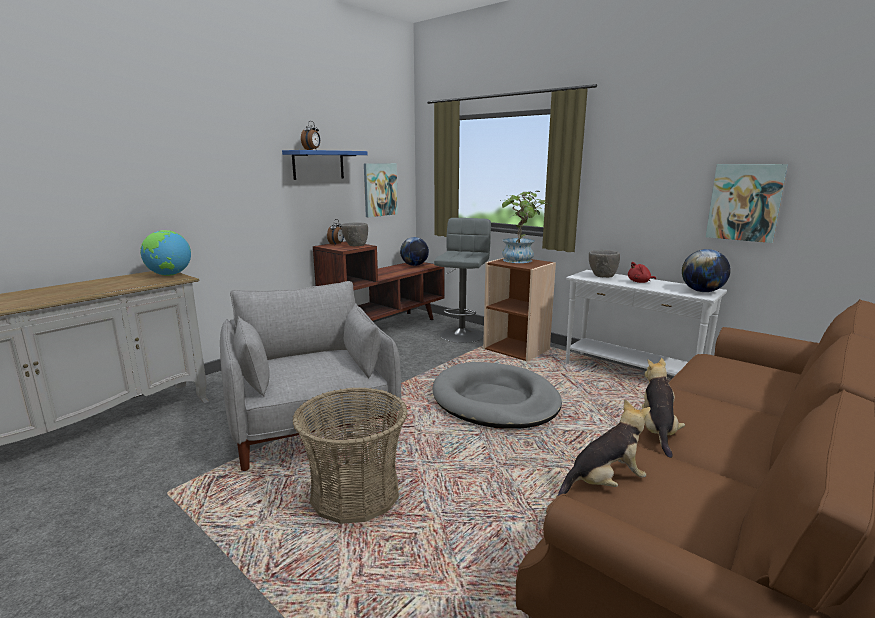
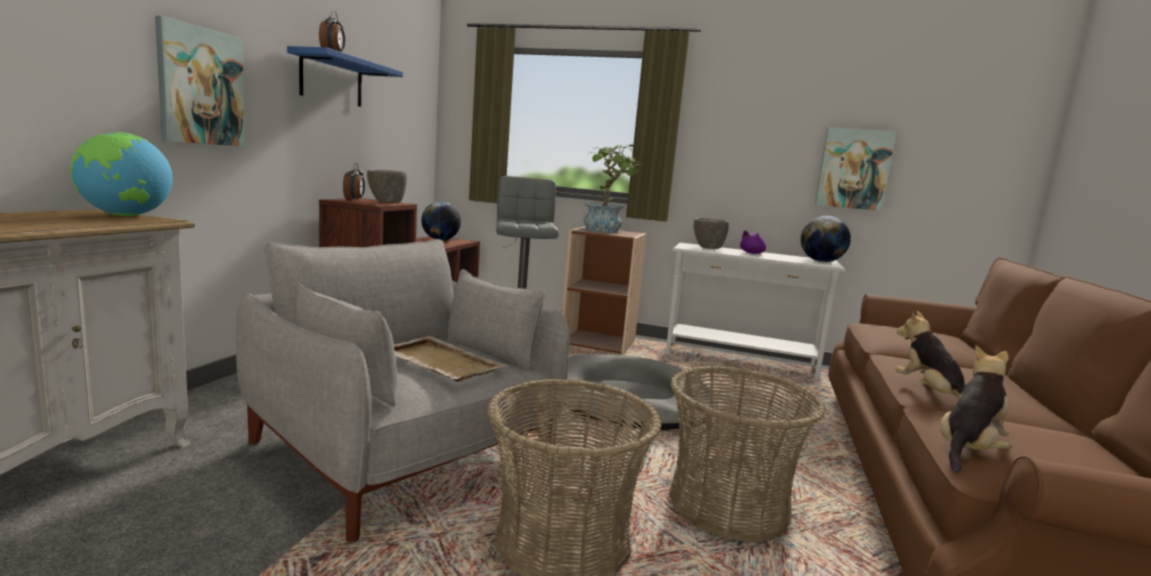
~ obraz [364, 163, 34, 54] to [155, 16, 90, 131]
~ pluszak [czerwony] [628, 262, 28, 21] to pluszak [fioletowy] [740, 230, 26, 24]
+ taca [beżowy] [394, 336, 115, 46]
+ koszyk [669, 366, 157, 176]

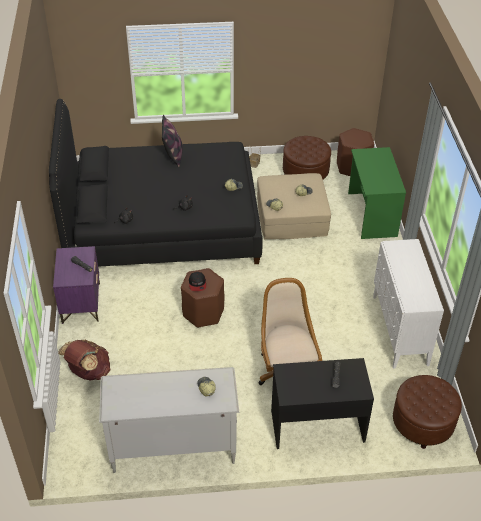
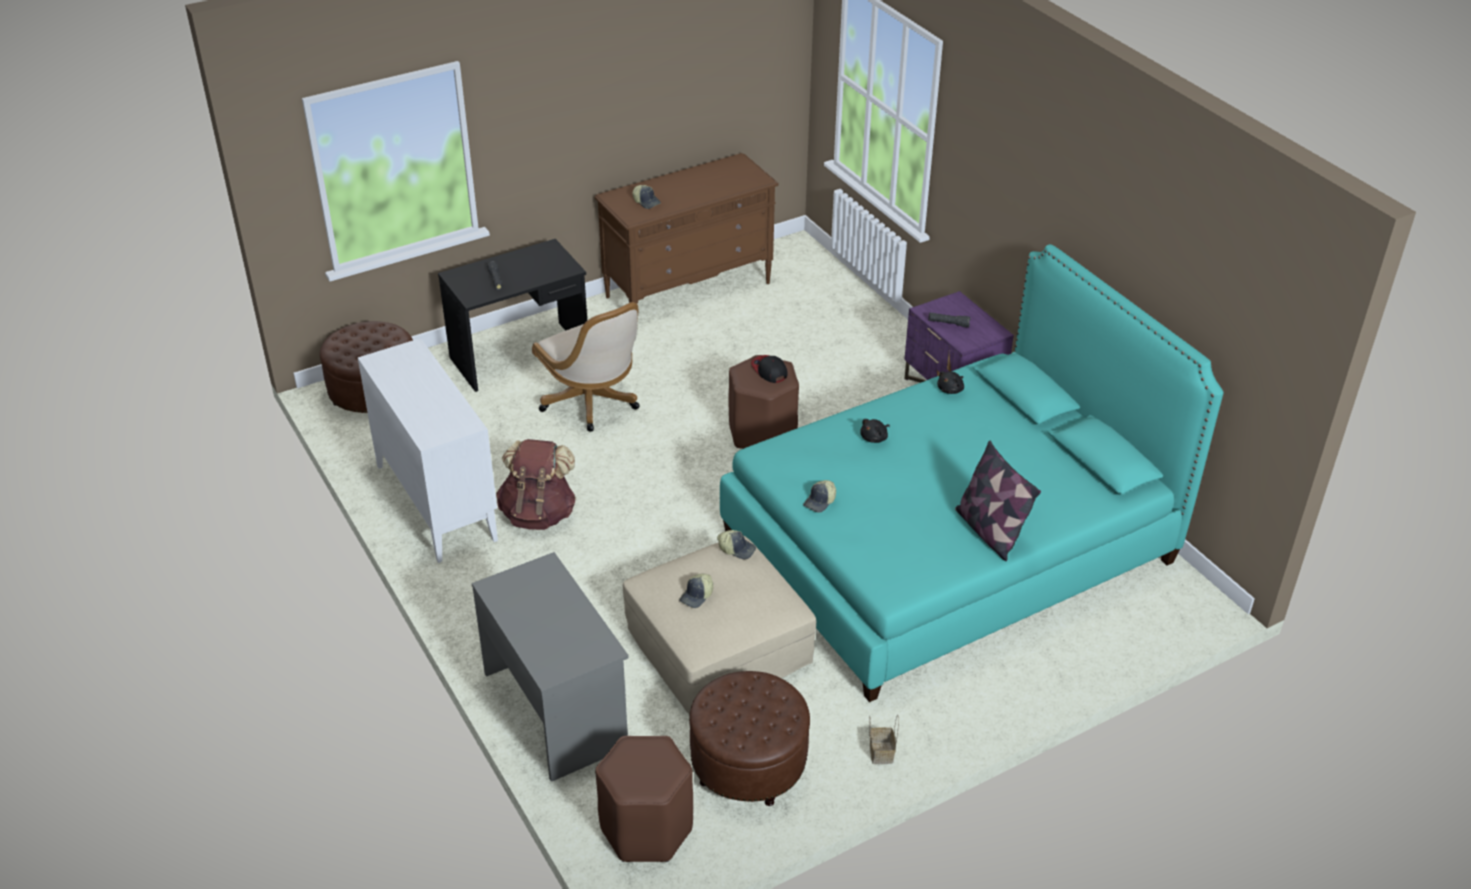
~ łóżko [czarny] [49, 99, 214, 168] to łóżko [turkusowy] [720, 244, 503, 458]
~ plecak [brązowy] [58, 340, 52, 40] to [496, 439, 80, 91]
~ komoda [biały] [99, 367, 140, 106] to komoda [brązowy] [594, 153, 185, 151]
~ biurko [zielony] [348, 147, 58, 92] to biurko [szary] [472, 552, 157, 230]

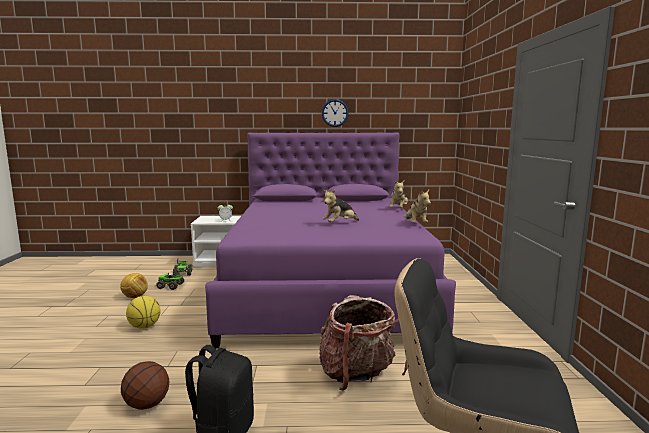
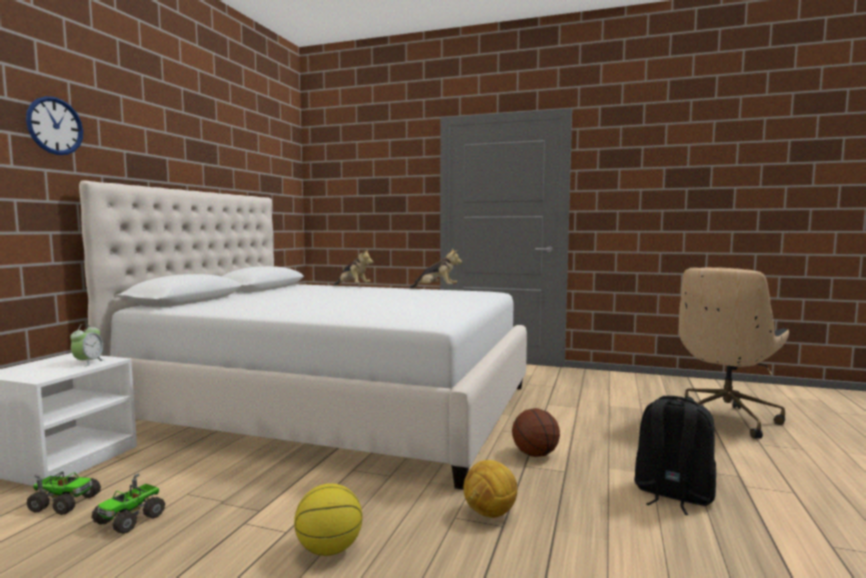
~ piłka futbolowa [120, 273, 28, 25] to [464, 460, 53, 58]
~ piłka do koszykówki [121, 361, 49, 49] to [512, 408, 48, 49]
~ łóżko [fioletowy] [205, 133, 251, 215] to łóżko [biały] [79, 180, 448, 310]
- plecak [319, 295, 89, 96]
~ zegar ścienny [322, 99, 27, 28] to [26, 96, 57, 59]
- pluszak [322, 189, 37, 33]

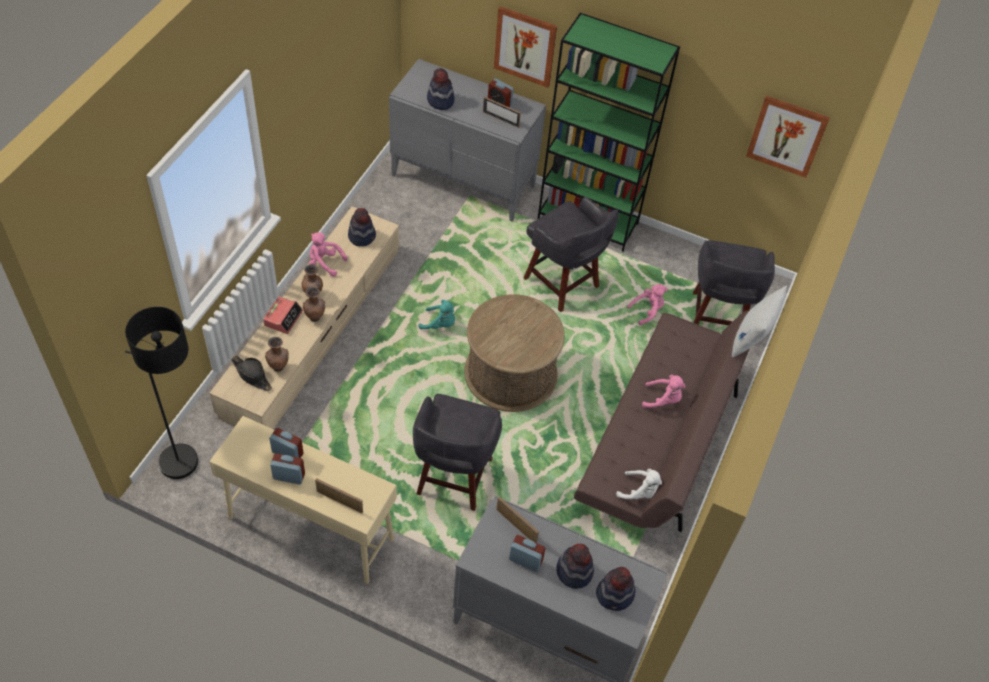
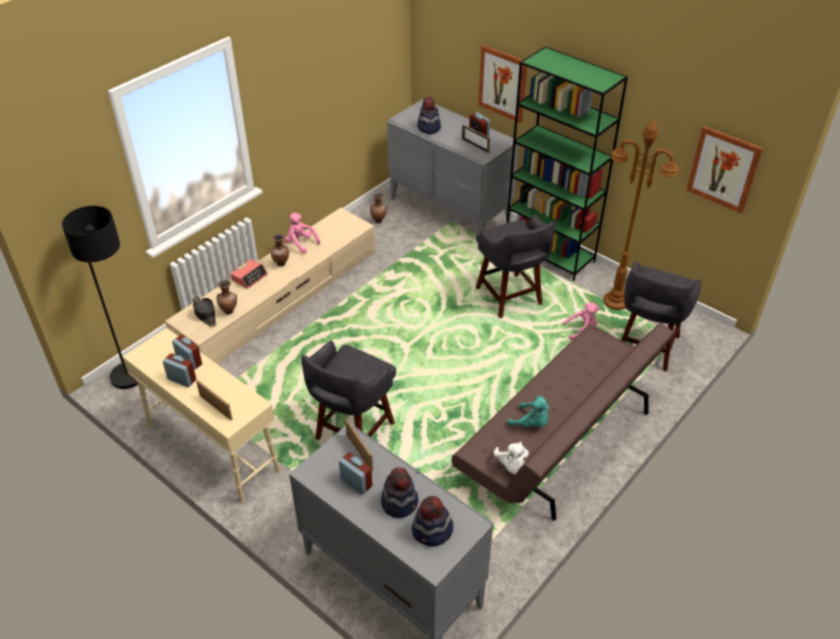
~ wazon [brązowy] [303, 287, 22, 35] to [370, 193, 17, 30]
- kapelusz [348, 208, 28, 38]
~ pluszak [turkusowy] [418, 300, 37, 29] to [507, 395, 42, 32]
- ława [brązowy] [464, 294, 101, 118]
~ pluszak [biały] [616, 469, 46, 30] = [493, 442, 36, 32] 45 degrees clockwise
- pluszak [różowy] [642, 375, 43, 33]
- poduszka [szary] [732, 286, 55, 71]
+ lampa stojąca [brązowy] [603, 119, 75, 191]

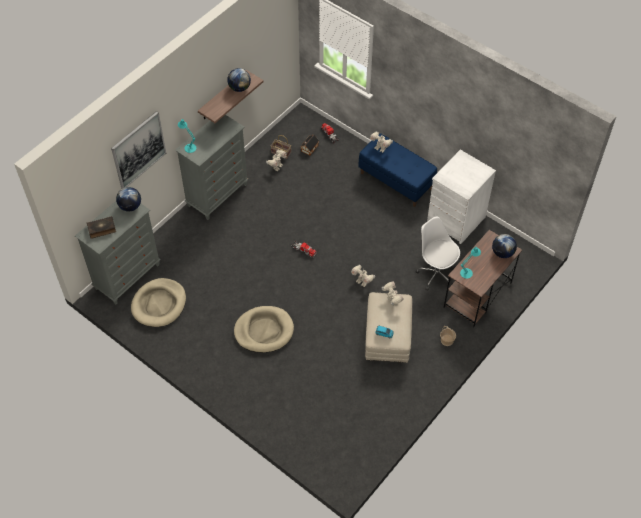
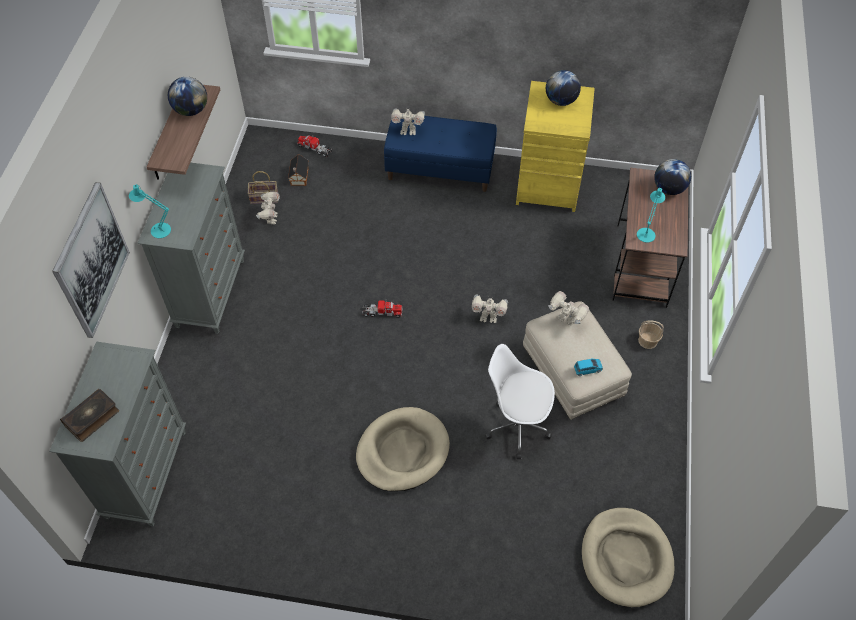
~ globus [116, 187, 25, 25] to [546, 70, 35, 36]
~ legowisko [beżowy] [131, 278, 55, 49] to [582, 508, 92, 100]
~ krzesło biurowe [biały] [416, 216, 44, 75] to [485, 344, 70, 115]
~ komoda [biały] [427, 150, 69, 94] to komoda [żółty] [516, 81, 79, 131]

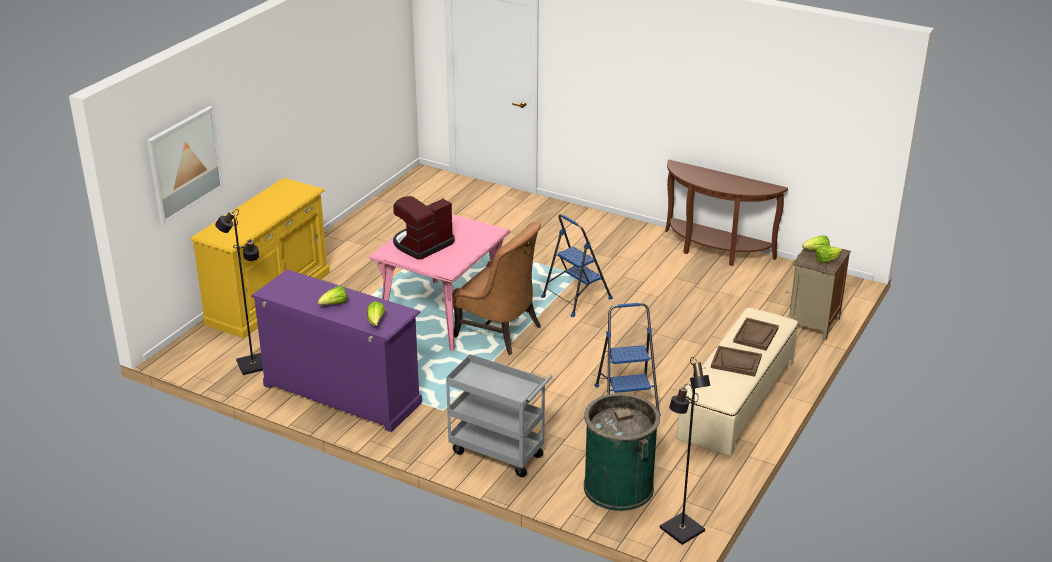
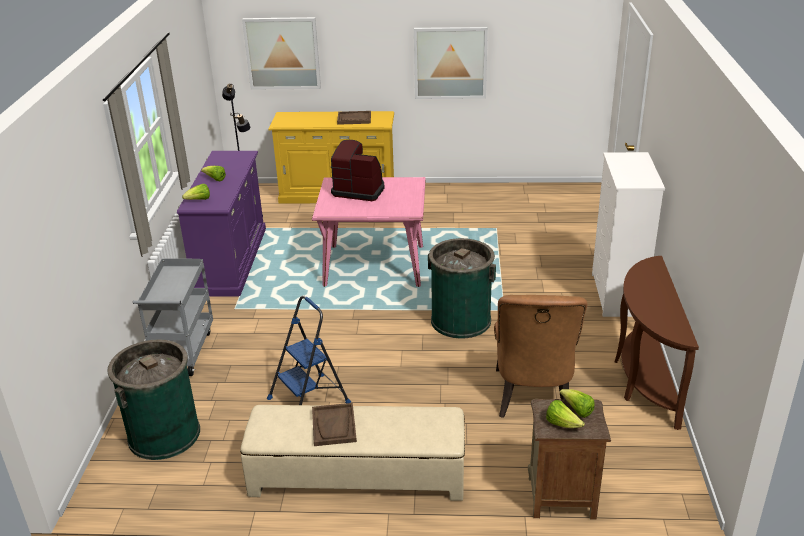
~ krzesło [brązowy] [453, 222, 88, 133] to [494, 295, 94, 123]
~ drabinka [niebieski] [541, 214, 72, 103] to kosz na śmieci [zielony] [428, 238, 68, 100]
- lampa stojąca [czarny] [660, 357, 50, 188]
~ taca [brązowy] [733, 317, 46, 34] to [337, 111, 34, 14]
+ obraz [414, 27, 74, 72]
+ komoda [biały] [592, 152, 73, 165]

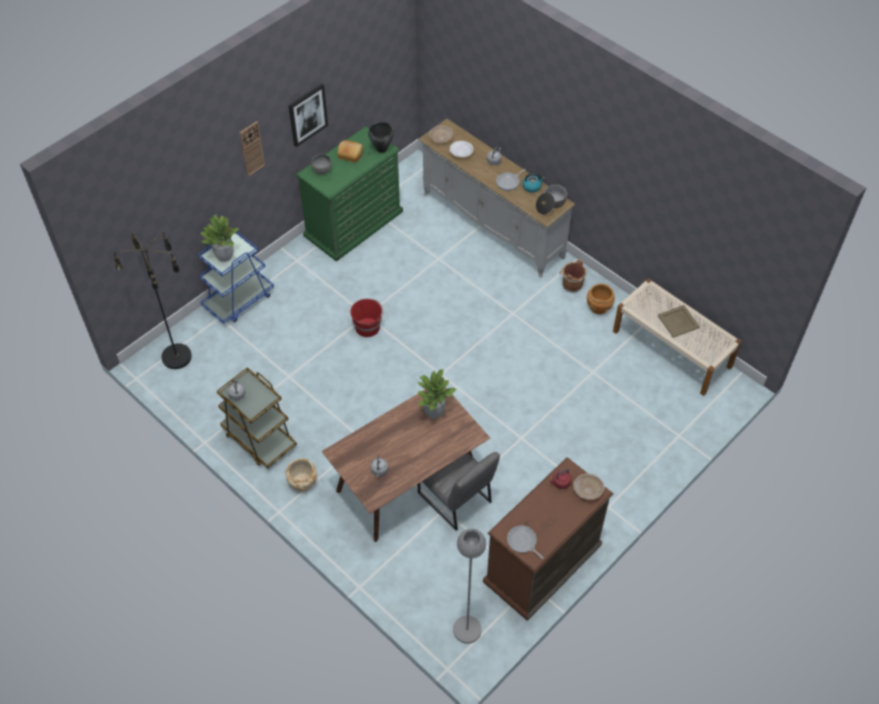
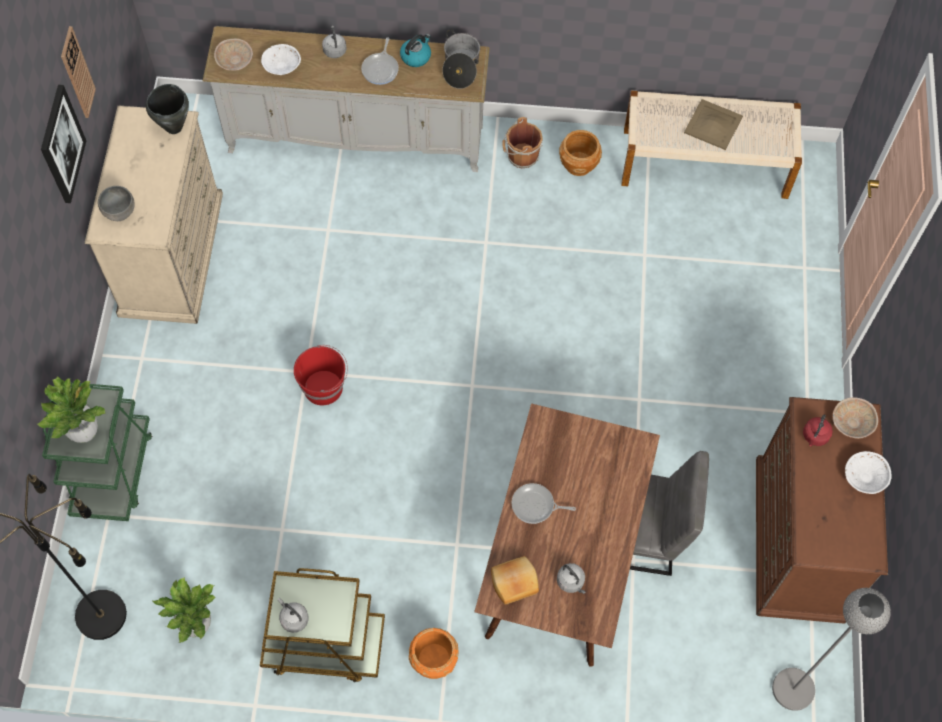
~ wózek [niebieski] [198, 231, 76, 93] to wózek [zielony] [42, 382, 111, 139]
~ zegar ścienny [239, 121, 26, 55] to [61, 26, 35, 92]
~ donica [beżowy] [286, 458, 31, 34] to donica [pomarańczowy] [409, 628, 50, 51]
~ komoda [zielony] [296, 126, 107, 135] to komoda [beżowy] [85, 105, 138, 219]
~ chleb [337, 140, 26, 23] to [491, 556, 48, 49]
~ roślina doniczkowa [417, 369, 40, 50] to [152, 577, 64, 66]
~ patelnia [507, 525, 37, 34] to [512, 483, 64, 41]
+ miska [biały] [845, 451, 47, 43]

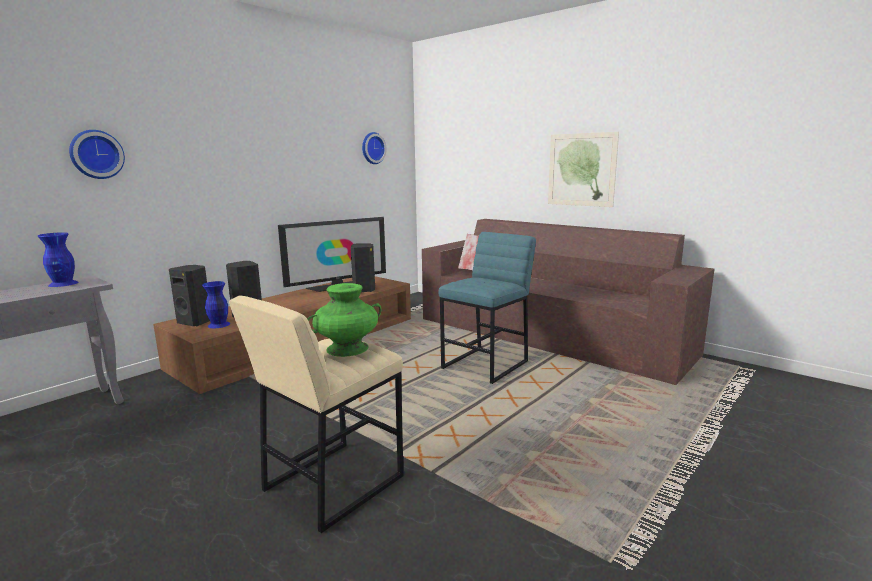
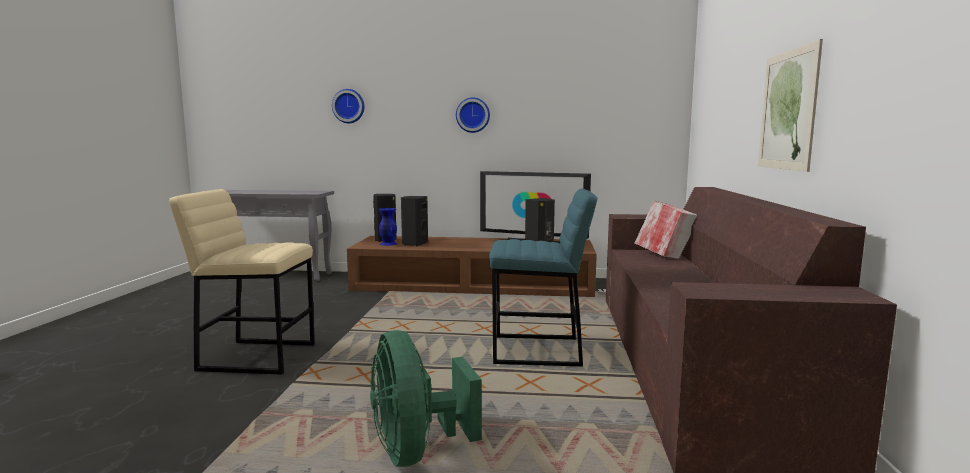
- wazon [niebieski] [38, 232, 40, 55]
- wazon [zielony] [308, 283, 74, 74]
~ zegar ścienny [362, 132, 25, 32] to [456, 97, 34, 36]
+ wentylator [zielony] [370, 330, 112, 137]

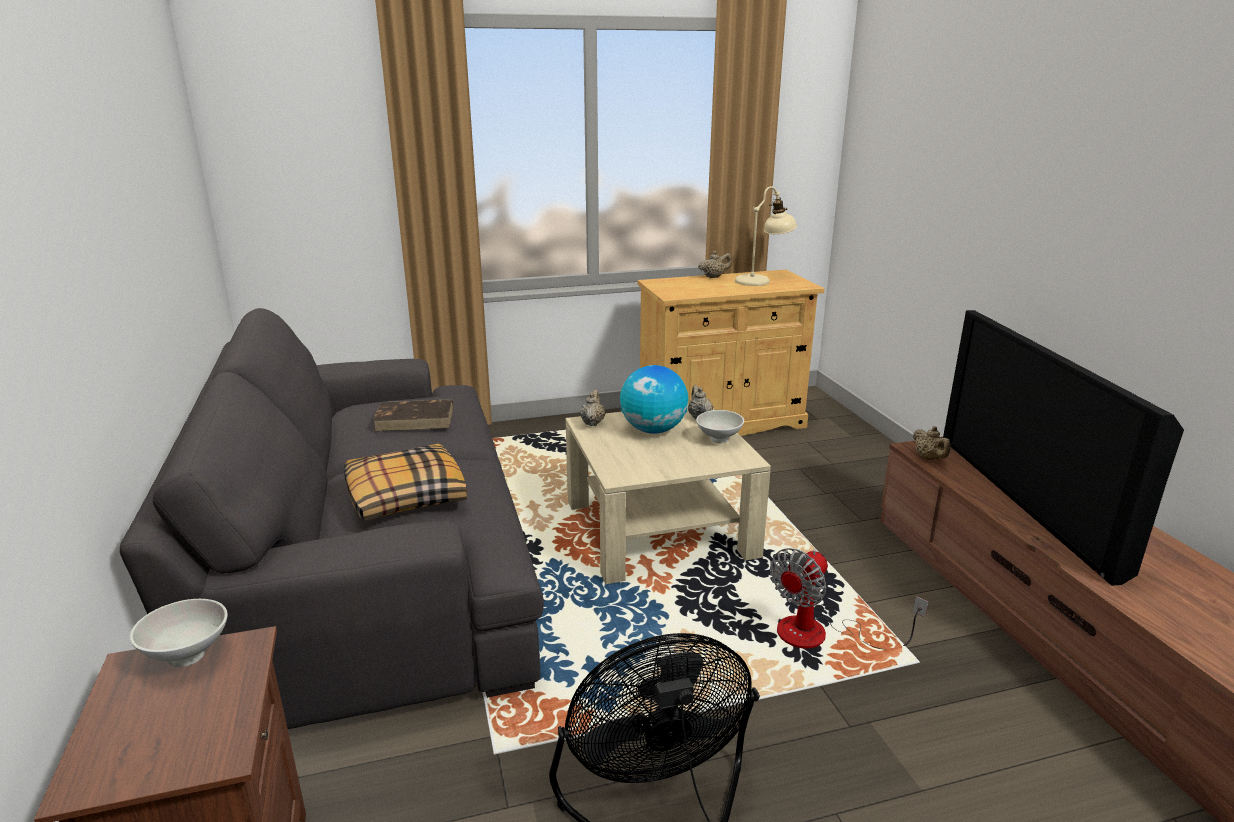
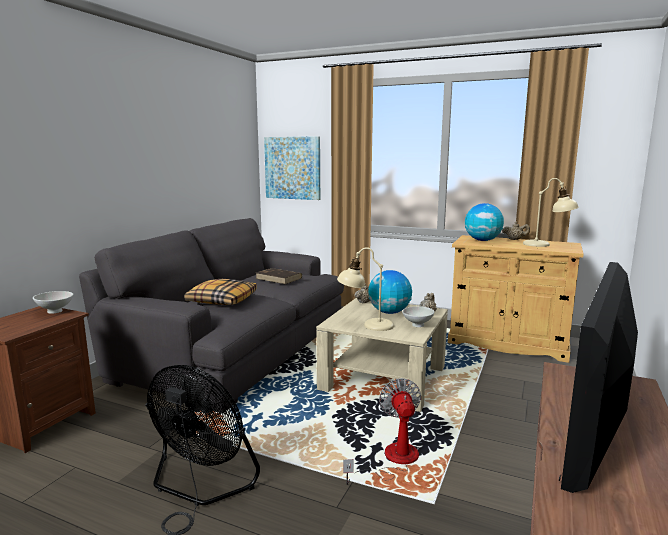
~ wentylator [770, 548, 158, 101] = [343, 378, 78, 107] 90 degrees clockwise
- imbryk [beżowy] [913, 426, 38, 34]
+ obraz [264, 136, 56, 64]
+ lampa stołowa [beżowy] [337, 247, 57, 84]
+ globus [465, 203, 39, 38]

